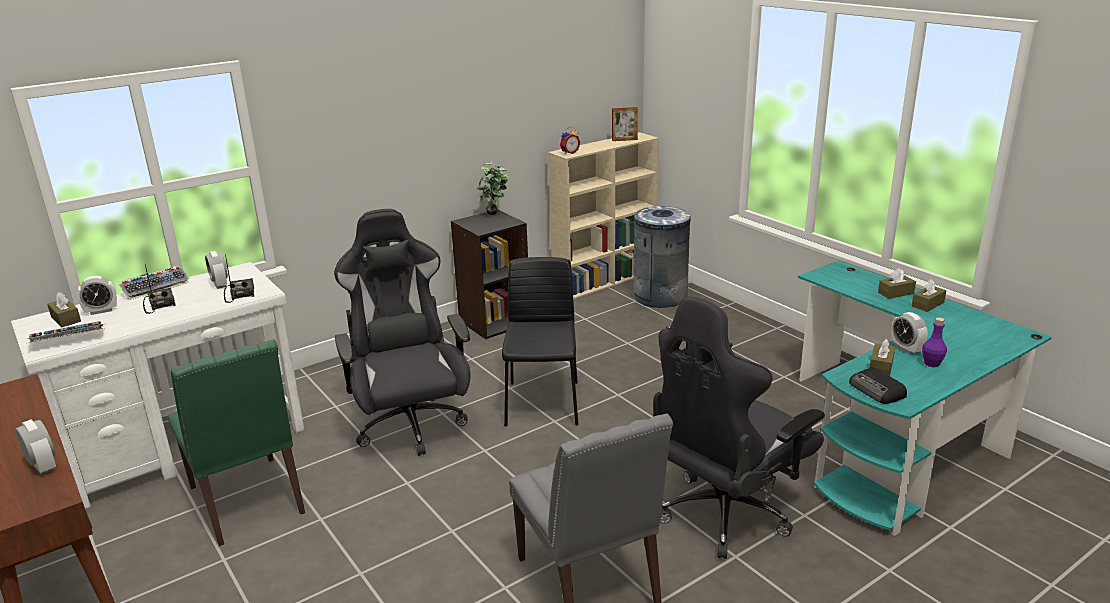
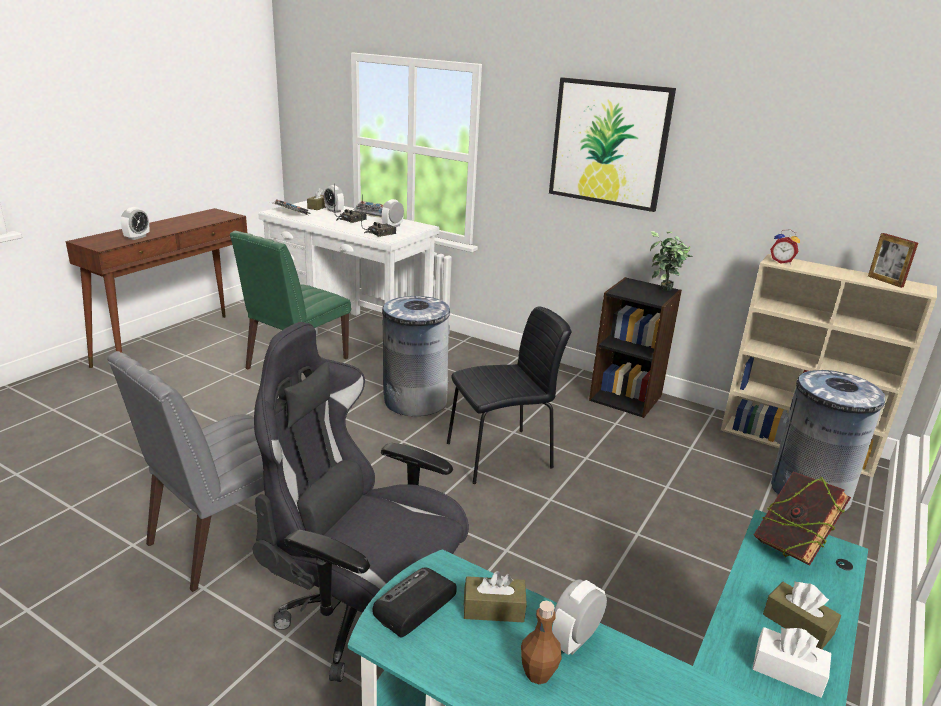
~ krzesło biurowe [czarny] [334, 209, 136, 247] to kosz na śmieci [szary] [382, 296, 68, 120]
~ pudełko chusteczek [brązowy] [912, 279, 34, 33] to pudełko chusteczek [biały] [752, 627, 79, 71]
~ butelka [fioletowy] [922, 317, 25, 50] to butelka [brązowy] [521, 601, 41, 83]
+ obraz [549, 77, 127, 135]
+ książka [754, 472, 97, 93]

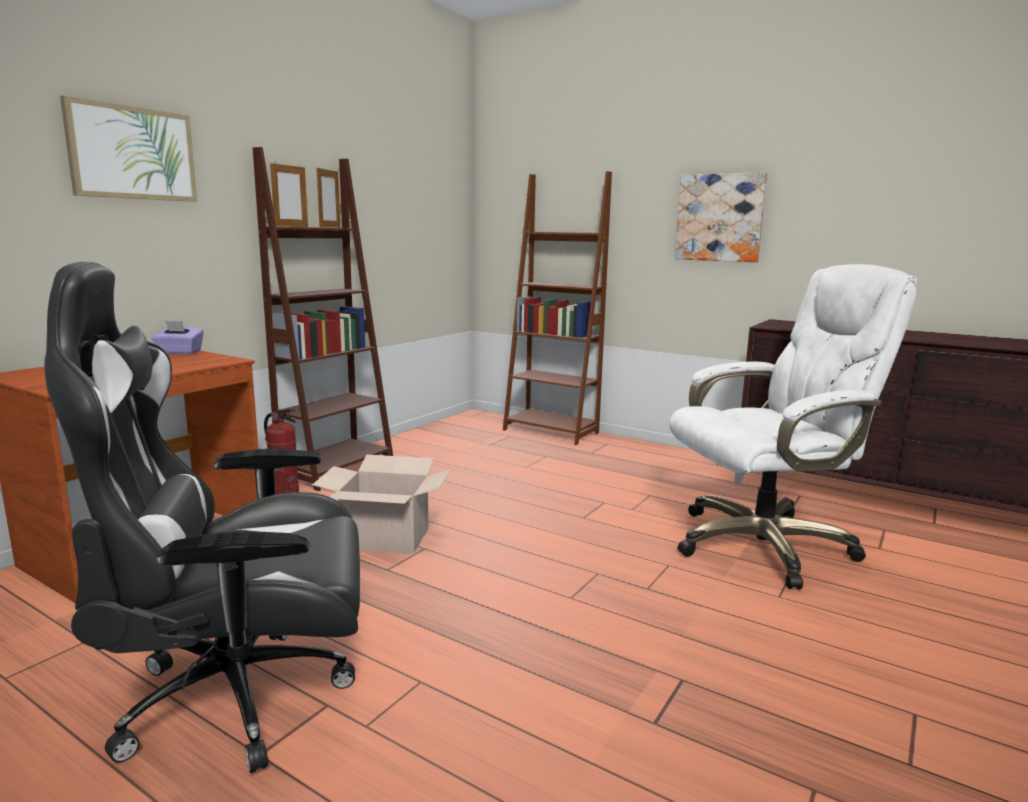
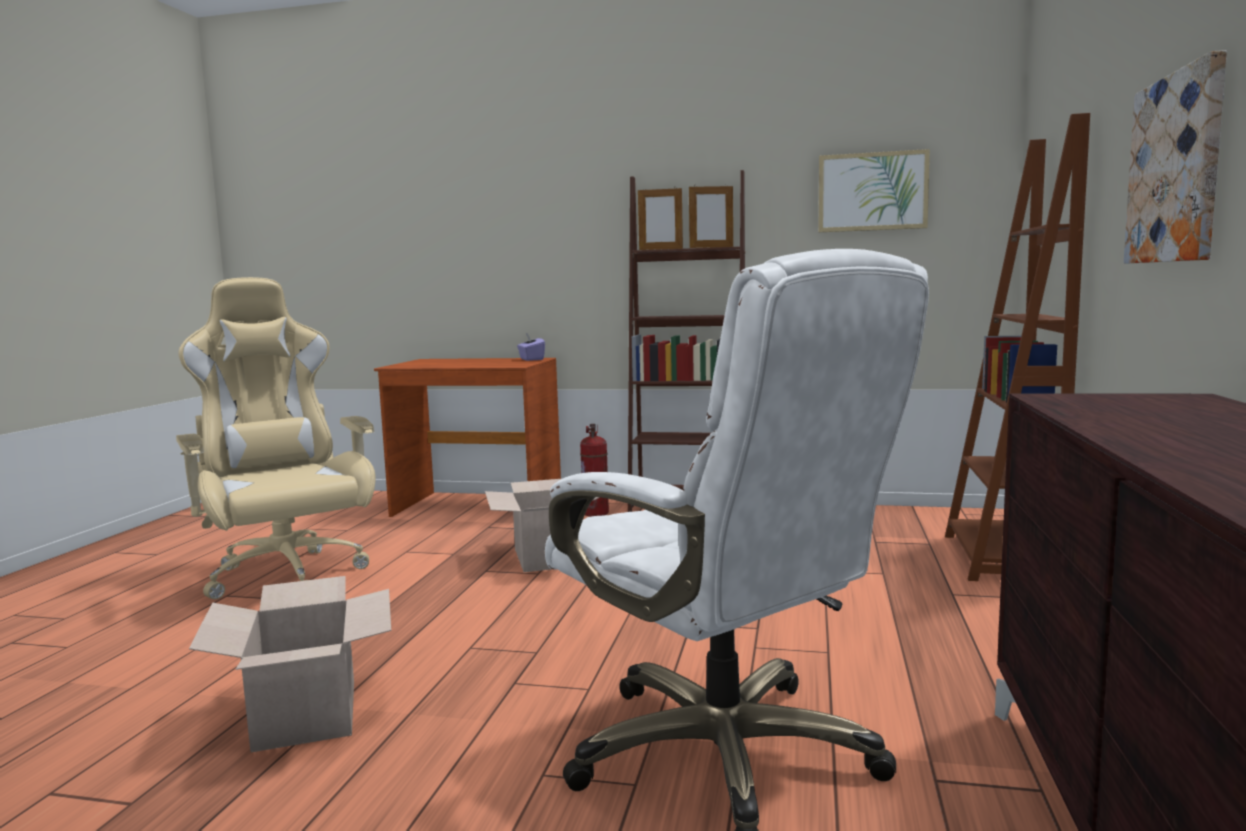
~ krzesło biurowe [czarny] [45, 262, 315, 511] to krzesło biurowe [beżowy] [176, 277, 199, 323]
~ obraz [60, 95, 137, 107] to [818, 149, 112, 83]
+ karton [189, 576, 202, 176]

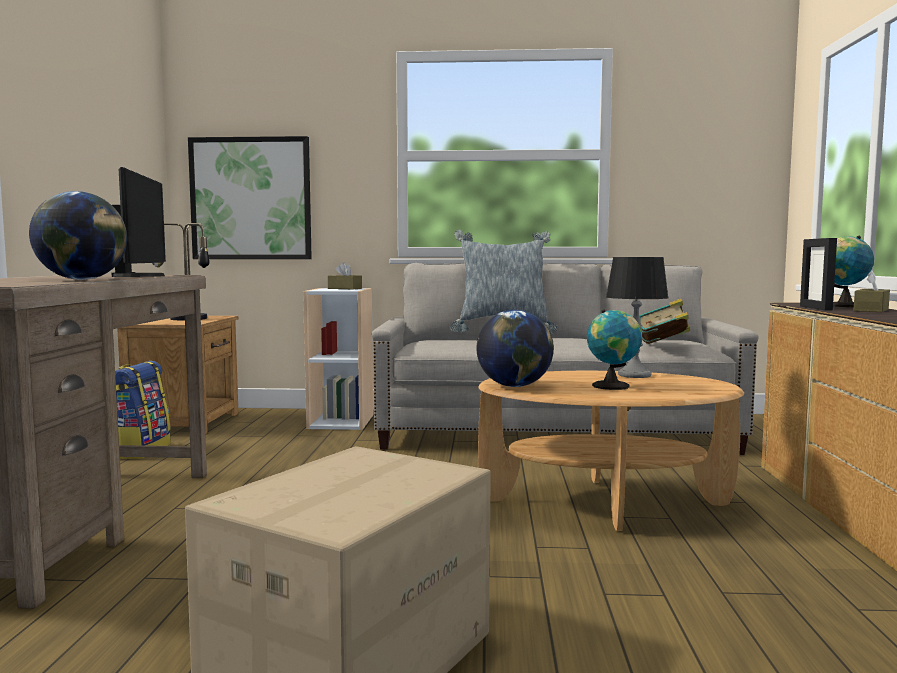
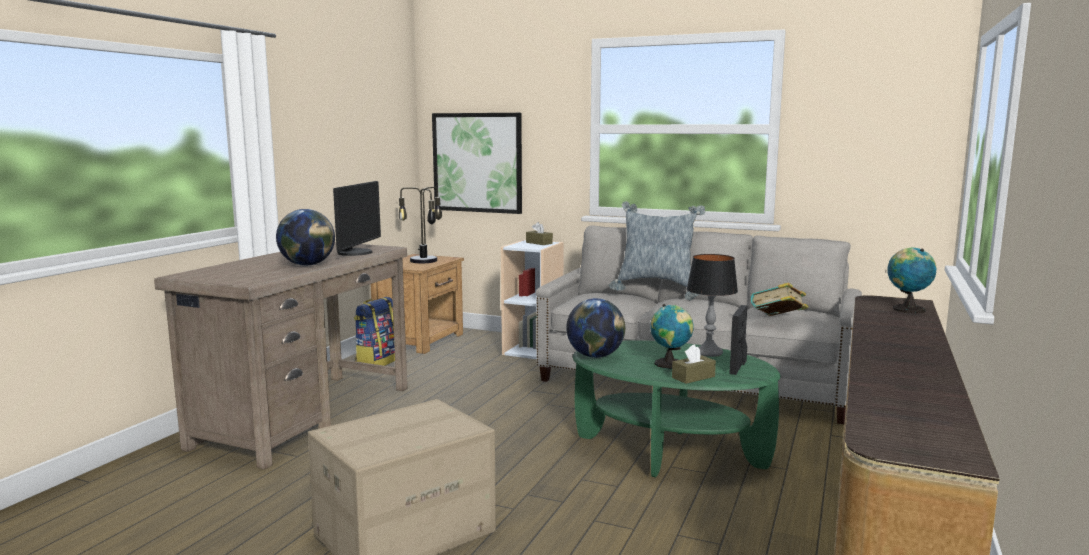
~ ława [brązowy] [478, 371, 266, 160] to ława [zielony] [573, 340, 208, 137]
~ ramka na zdjęcie [800, 238, 37, 73] to [729, 305, 18, 70]
~ pudełko chusteczek [brązowy] [853, 271, 37, 41] to [672, 344, 44, 40]

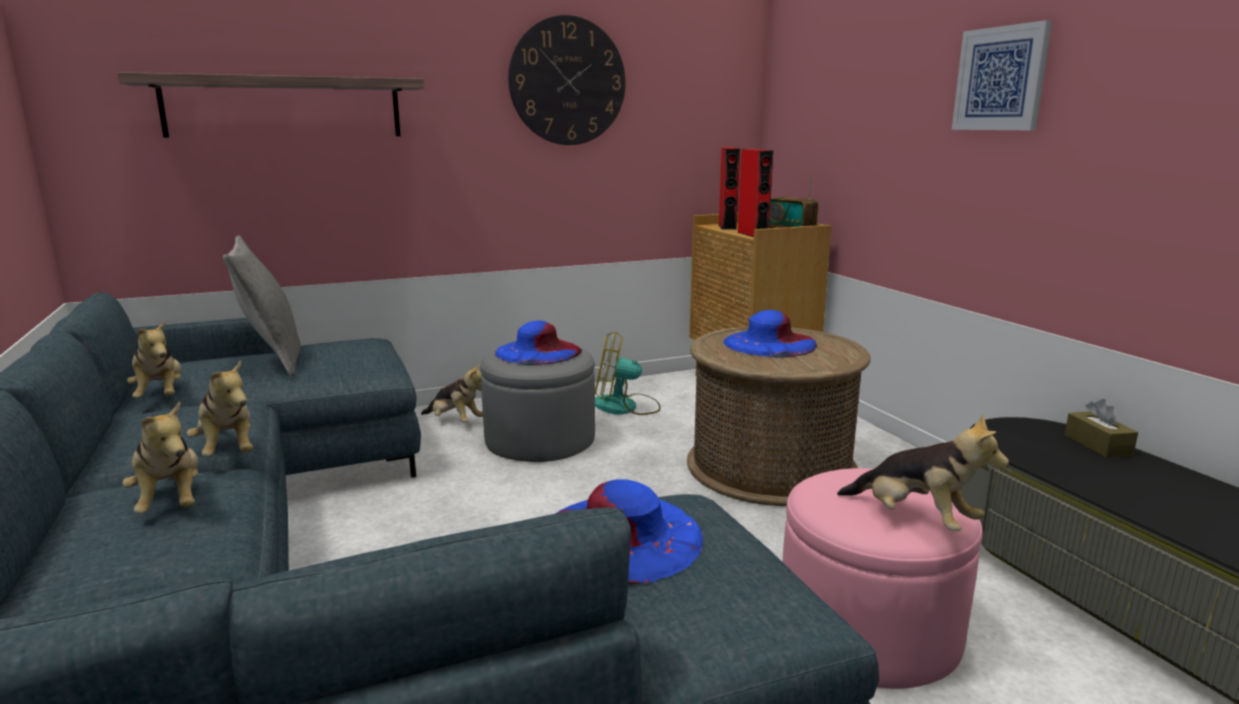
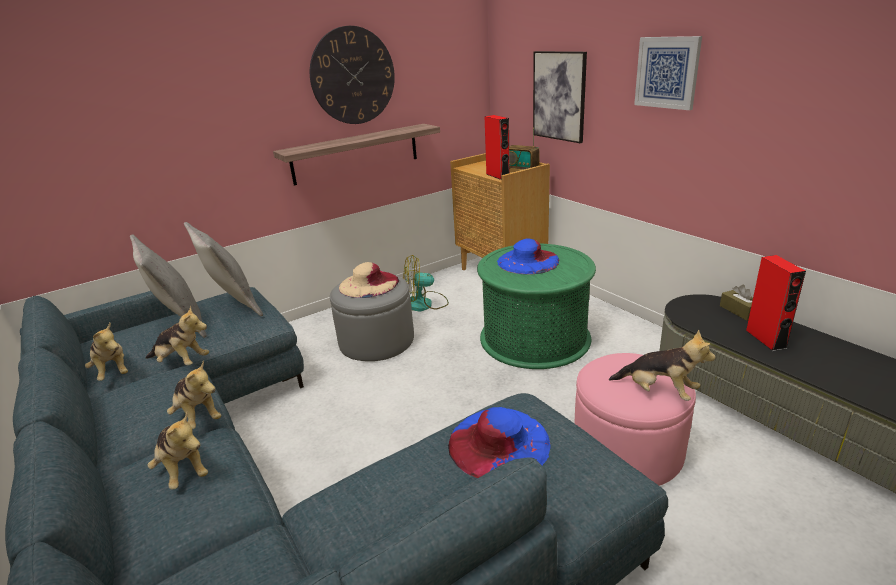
~ półka [117, 72, 307, 66] to [273, 124, 167, 61]
~ pluszak [421, 363, 62, 59] to [146, 305, 63, 61]
~ kapelusz [niebieski] [495, 321, 87, 44] to kapelusz [beżowy] [339, 262, 60, 36]
~ ława [brązowy] [687, 327, 183, 179] to ława [zielony] [477, 244, 119, 125]
~ głośnik [czerwony] [719, 148, 21, 82] to [746, 255, 60, 96]
+ poduszka [szary] [184, 222, 79, 94]
+ obraz [533, 51, 54, 92]

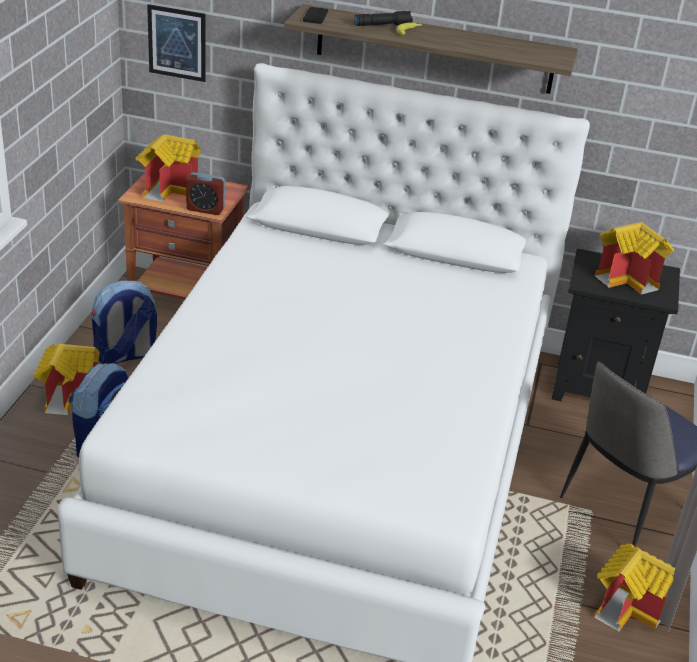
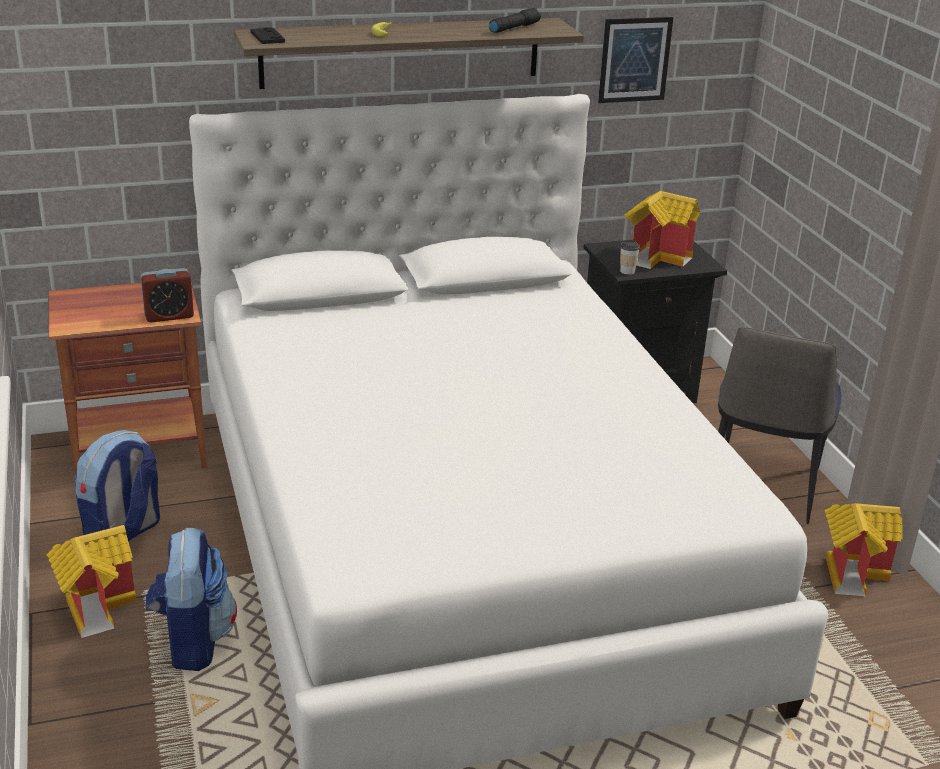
- domek [136, 134, 65, 68]
~ obraz [147, 4, 59, 78] to [598, 17, 75, 86]
~ latarka [czarny] [354, 11, 59, 15] to [489, 8, 52, 25]
+ filiżanka [620, 240, 20, 35]

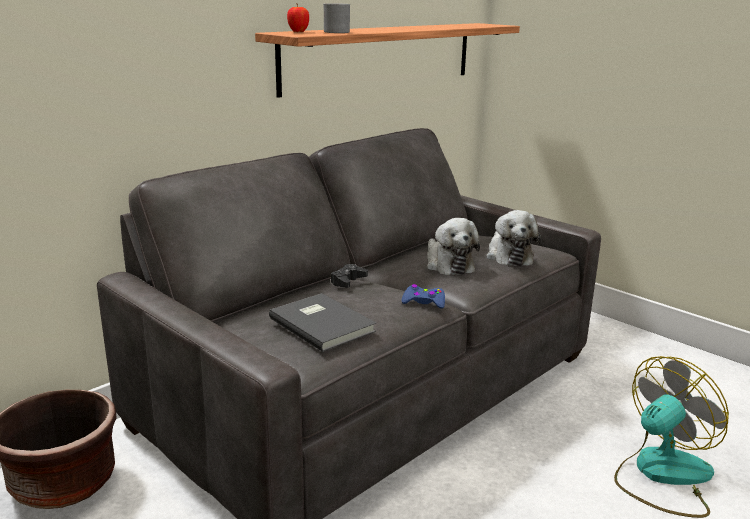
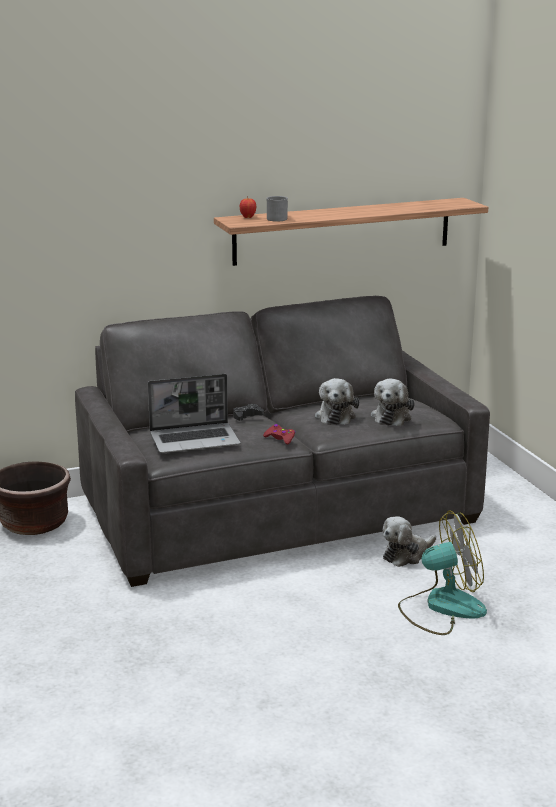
~ książka [szary] [269, 293, 107, 59] to laptop [148, 374, 93, 79]
~ pad do gier [niebieski] [401, 284, 44, 25] to pad do gier [czerwony] [263, 424, 32, 20]
+ pluszak [383, 516, 53, 51]

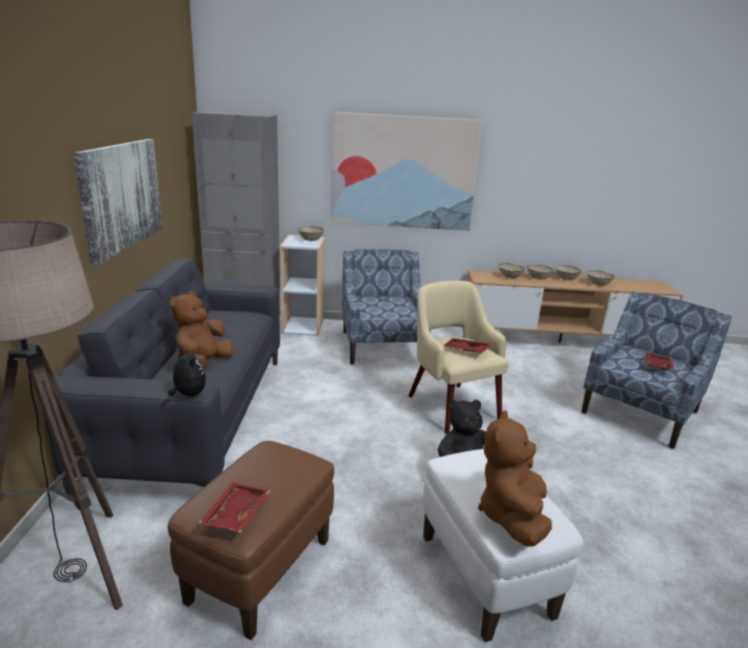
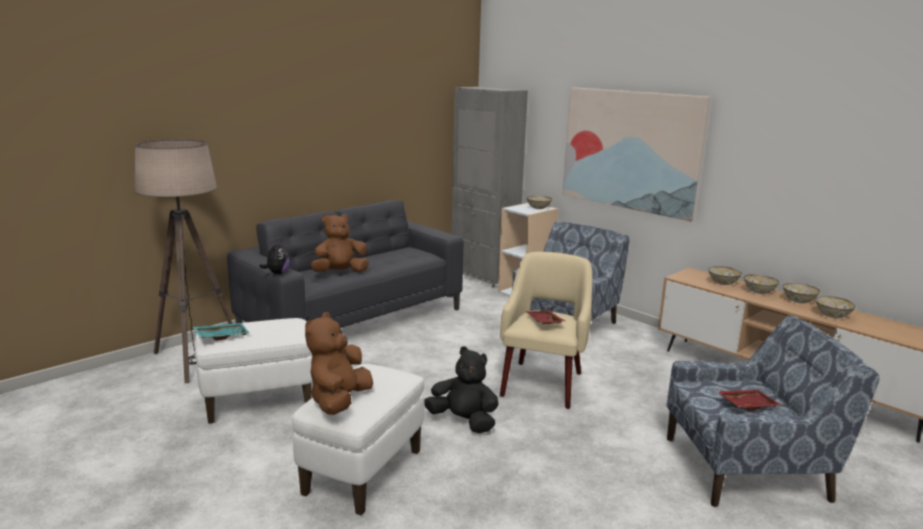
- obraz [73, 139, 89, 127]
~ pufa [brązowy] [168, 441, 166, 199] to pufa [biały] [195, 318, 118, 106]
~ taca [czerwony] [198, 482, 72, 50] to taca [turkusowy] [193, 323, 56, 18]
~ pluszak [brązowy] [478, 410, 74, 137] = [305, 312, 68, 103] 45 degrees counterclockwise

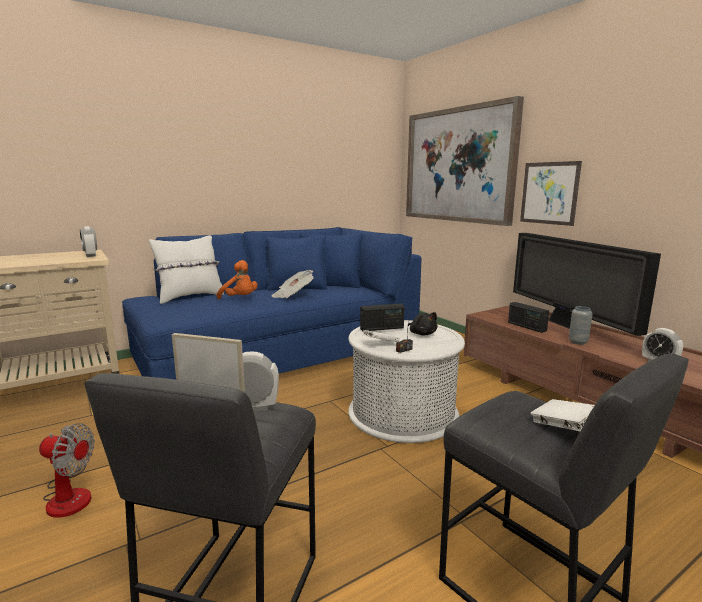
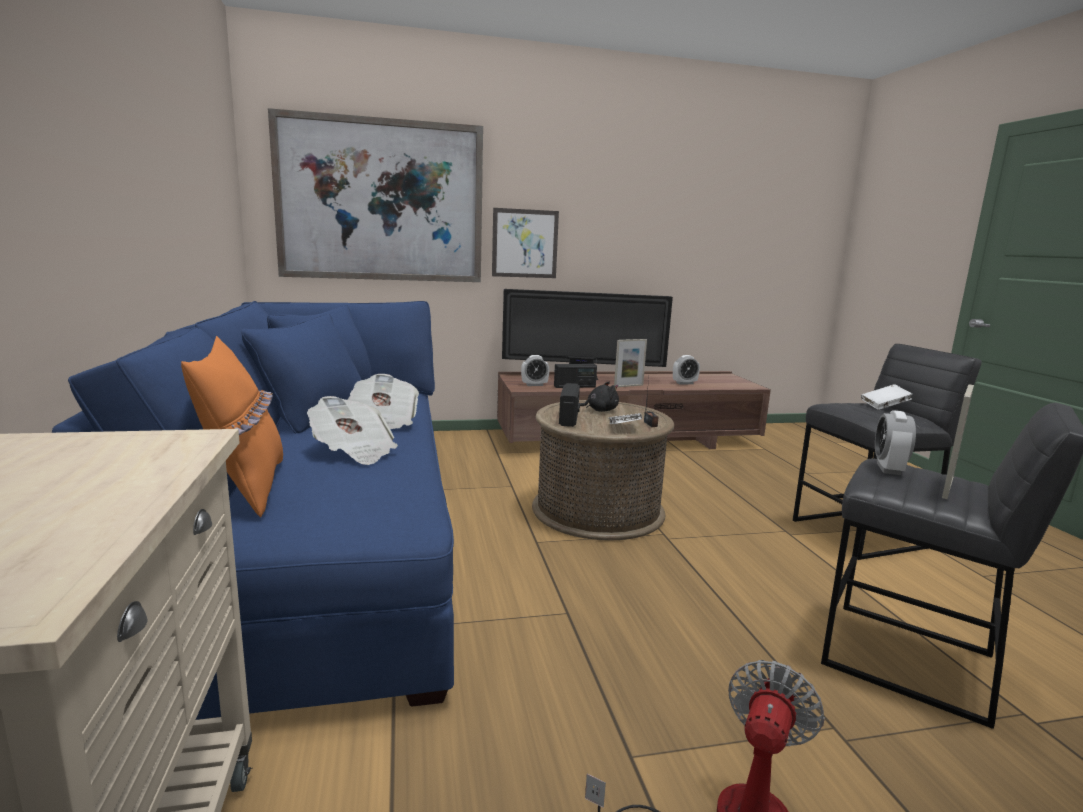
~ budzik [80, 226, 17, 31] to [521, 355, 28, 31]
~ poduszka [biały] [149, 235, 75, 69] to poduszka [pomarańczowy] [181, 336, 102, 181]
~ pluszak [pomarańczowy] [216, 260, 42, 39] to gazeta [307, 396, 91, 69]
~ ława [biały] [348, 320, 117, 123] to ława [brązowy] [532, 400, 142, 140]
~ wazon [szary] [569, 306, 24, 39] to ramka na zdjęcie [614, 339, 33, 48]

